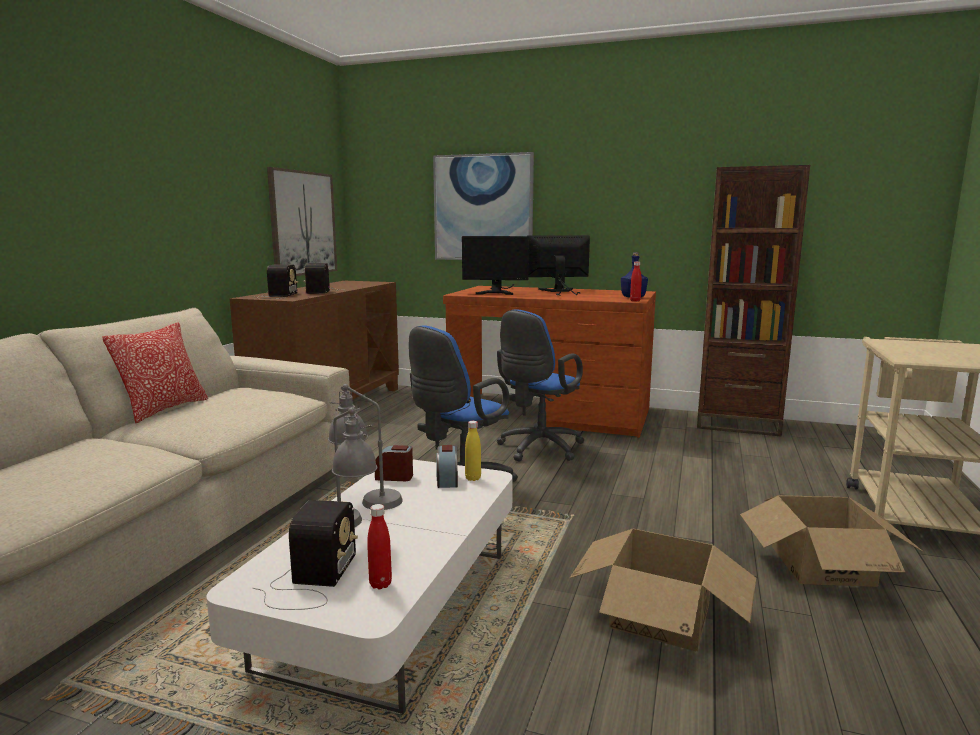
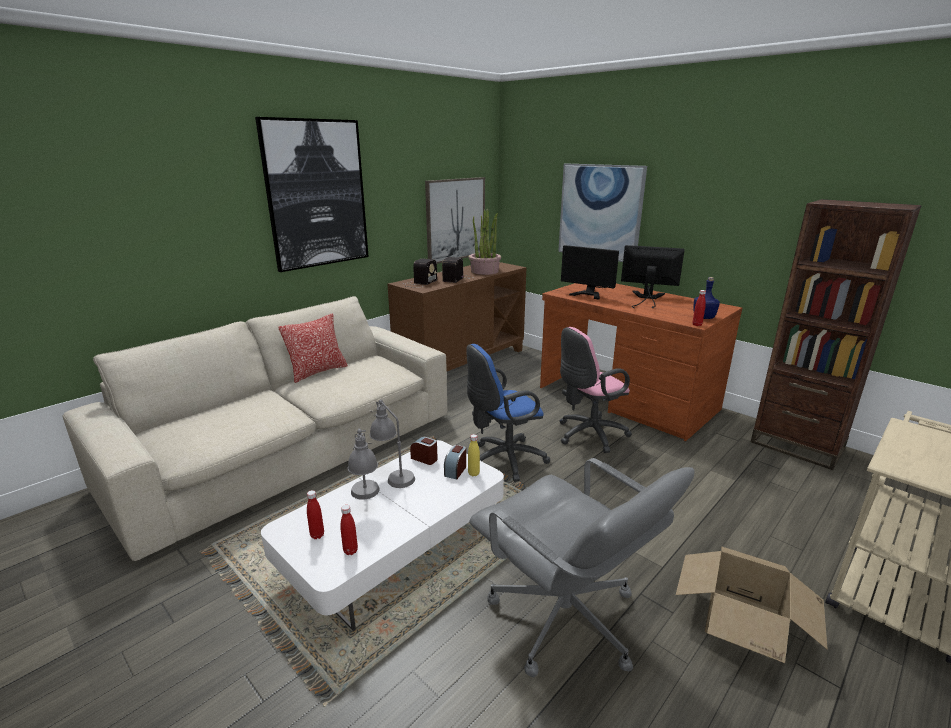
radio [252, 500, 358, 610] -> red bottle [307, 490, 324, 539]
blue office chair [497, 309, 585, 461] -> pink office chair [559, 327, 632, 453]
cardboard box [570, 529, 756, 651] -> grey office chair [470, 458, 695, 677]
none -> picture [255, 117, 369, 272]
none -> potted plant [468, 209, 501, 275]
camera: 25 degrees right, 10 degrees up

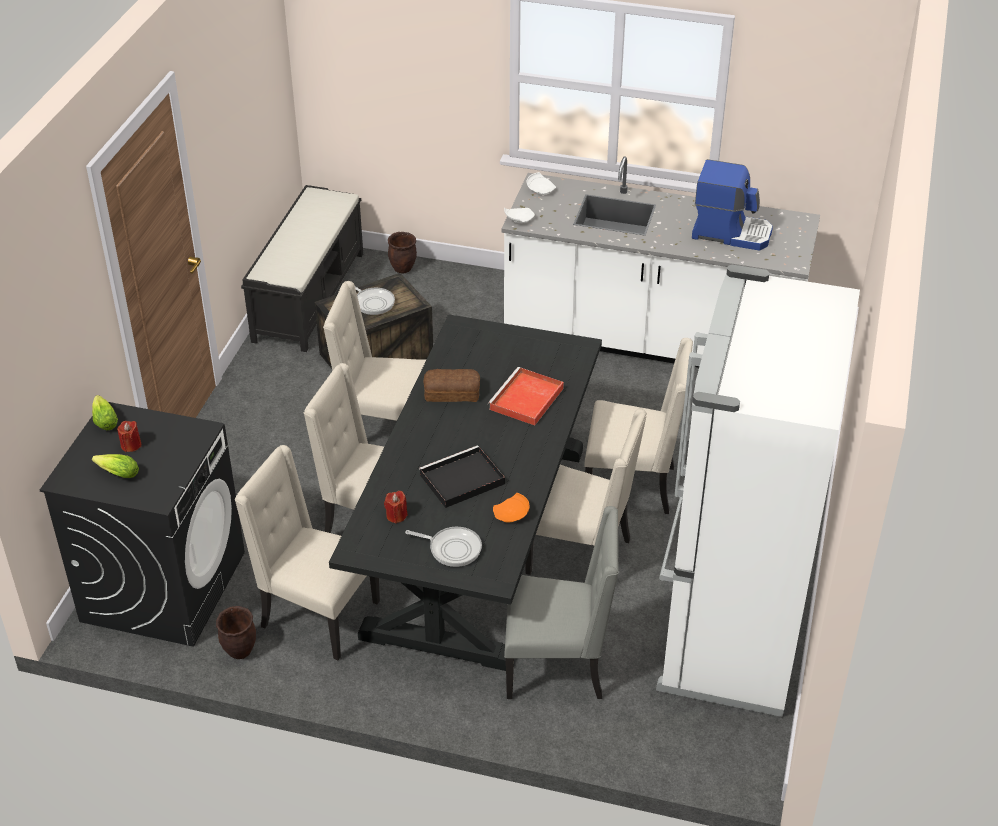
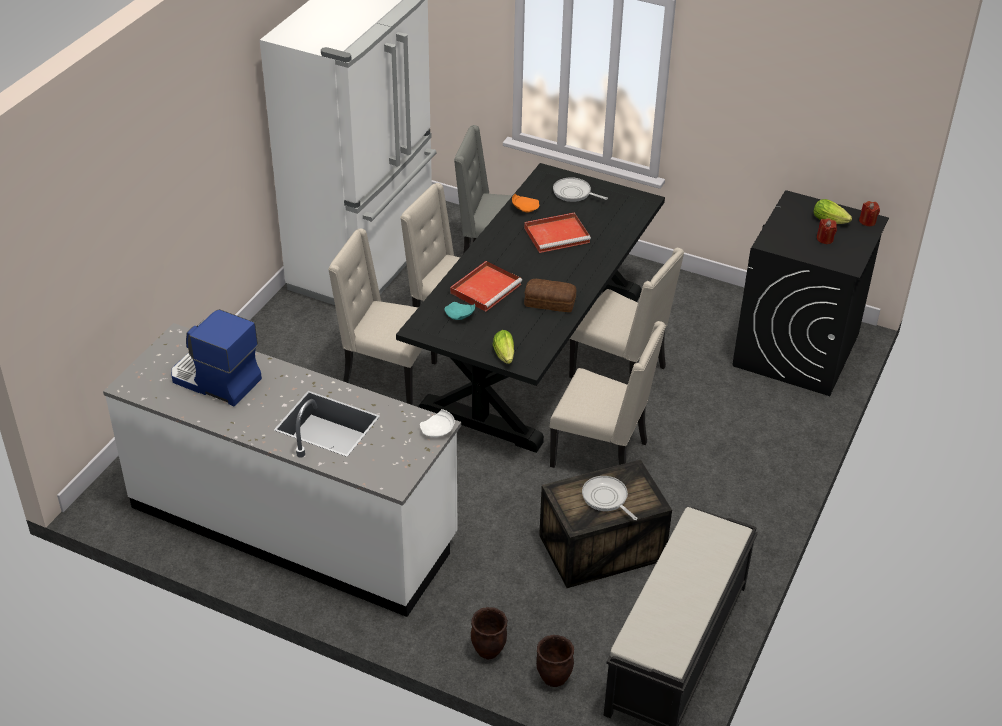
lettuce [92, 395, 118, 430] -> lettuce [493, 330, 514, 364], moved
brown planter [216, 606, 256, 659] -> brown planter [471, 607, 508, 660], moved
beige chair [235, 445, 380, 660] -> none
red candle [384, 491, 407, 524] -> red candle [859, 201, 880, 226], moved
black tray [419, 445, 505, 508] -> red tray [524, 212, 591, 253]
white plate [527, 172, 556, 195] -> none
none -> turquoise plate [445, 302, 475, 320]
camera: 170 degrees left, 0 degrees up

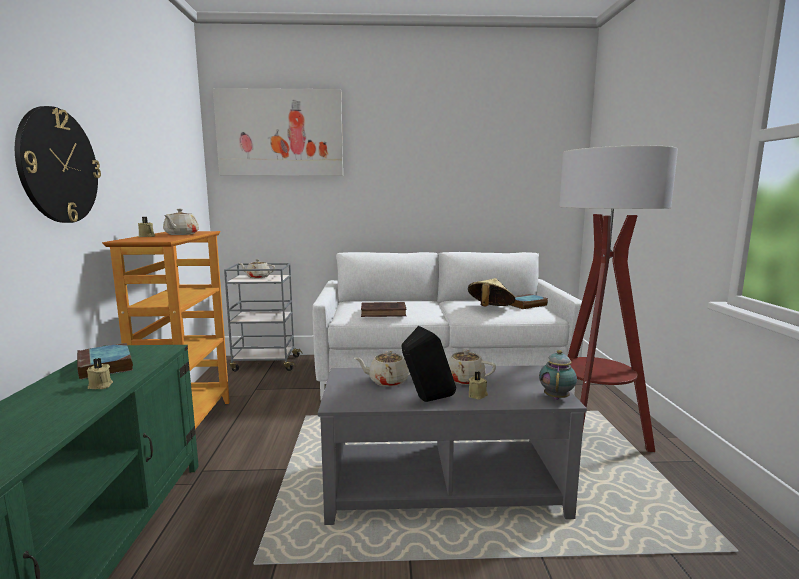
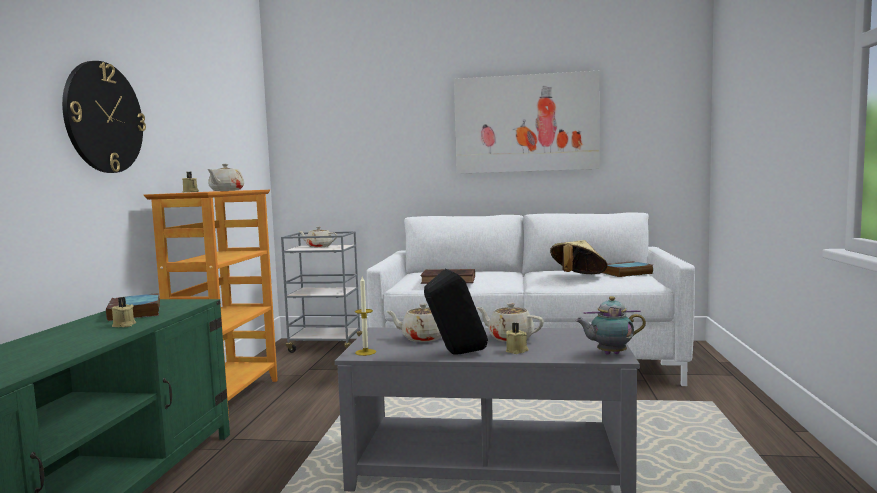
picture [213, 88, 343, 176] -> picture [454, 71, 599, 174], moved
teapot [539, 350, 577, 400] -> teapot [575, 296, 646, 355], 120 degrees counterclockwise
floor lamp [559, 145, 678, 452] -> none
none -> candle [355, 276, 376, 356]
camera: 10 degrees right, 5 degrees down

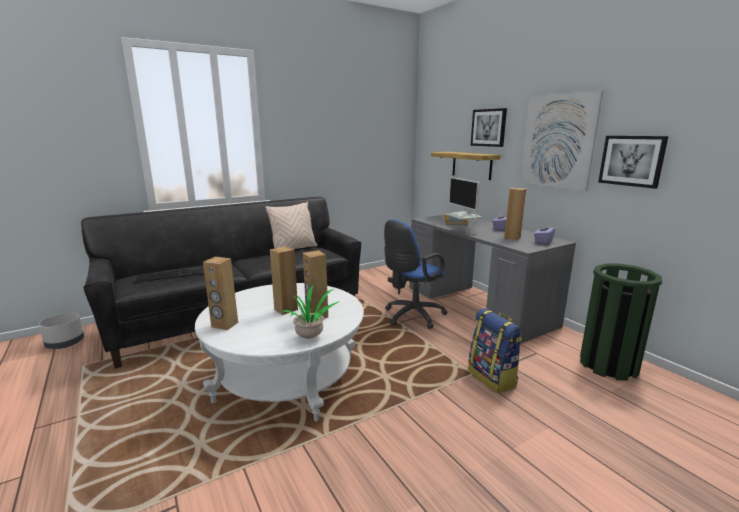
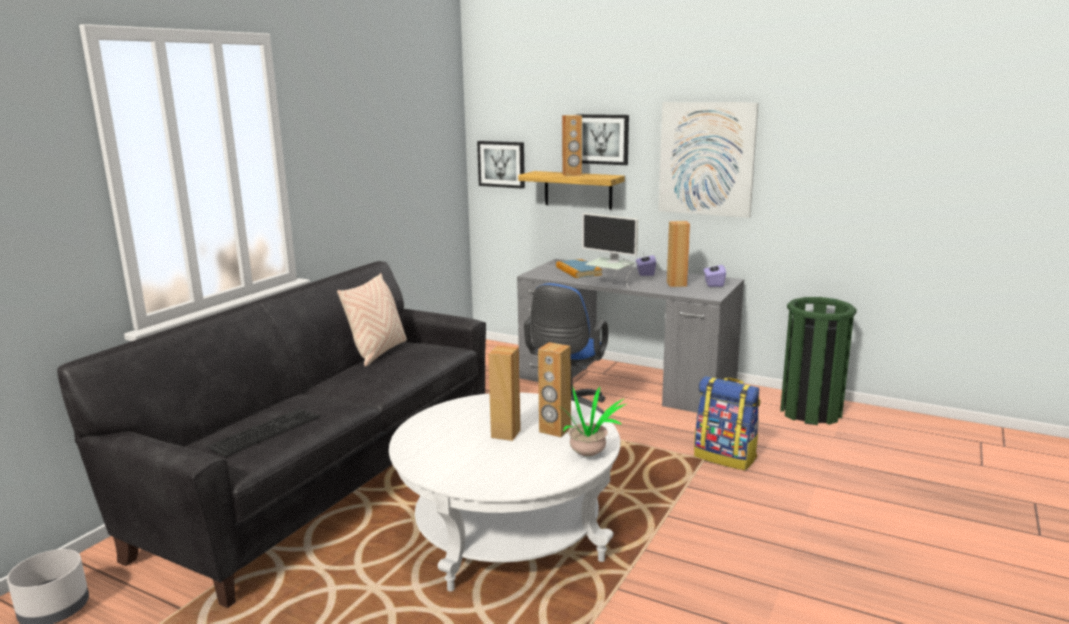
brown speaker [203, 257, 238, 330] -> brown speaker [562, 115, 582, 176], moved
picture [598, 136, 668, 189] -> picture [477, 141, 525, 189], moved
camera: 30 degrees left, 0 degrees up

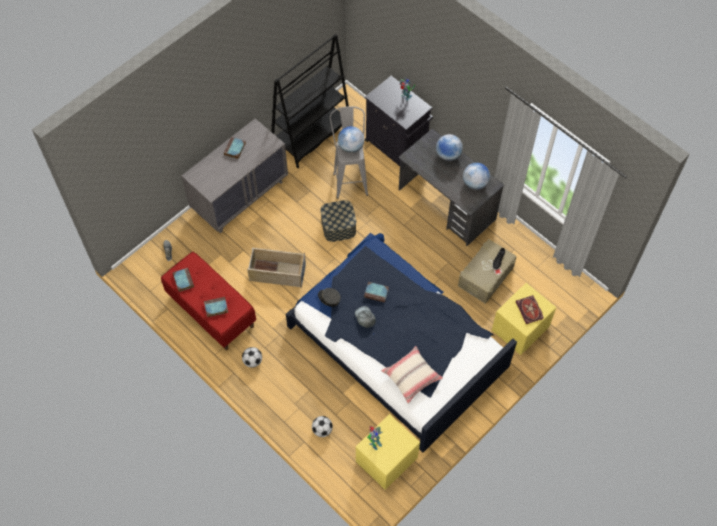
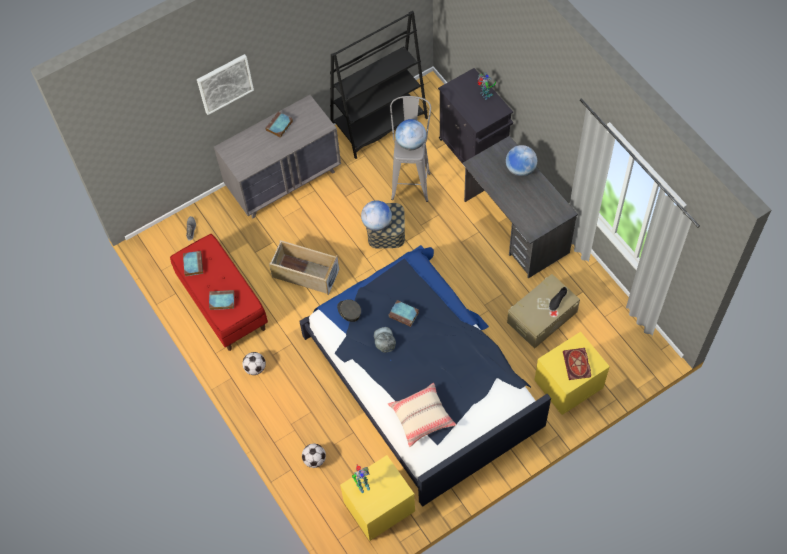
globe [463, 163, 490, 190] -> globe [361, 200, 392, 231], moved
none -> picture [197, 54, 254, 115]
camera: 15 degrees right, 0 degrees up

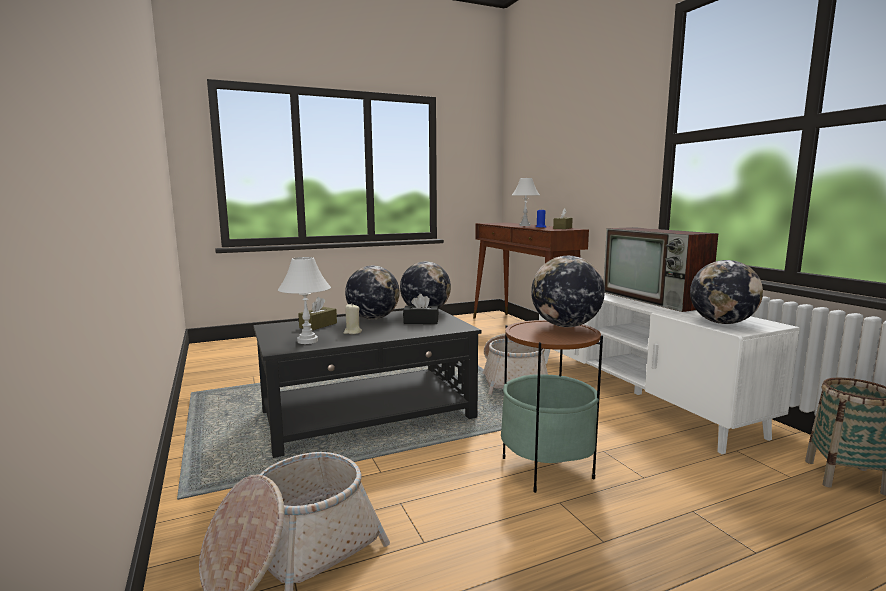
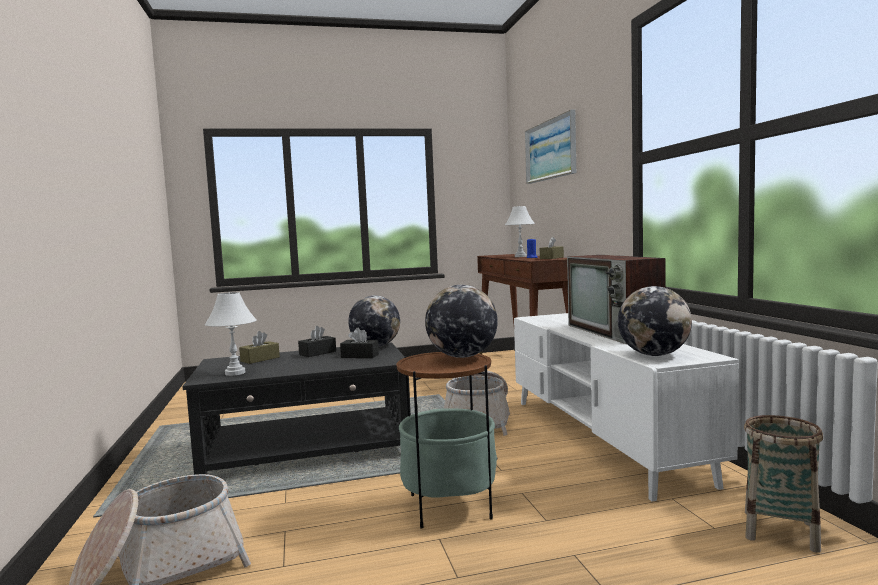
beige candle [344, 304, 362, 334] -> none
globe [345, 266, 399, 320] -> black tissue box [298, 326, 336, 357]
none -> picture [525, 110, 576, 184]
camera: 10 degrees right, 5 degrees down

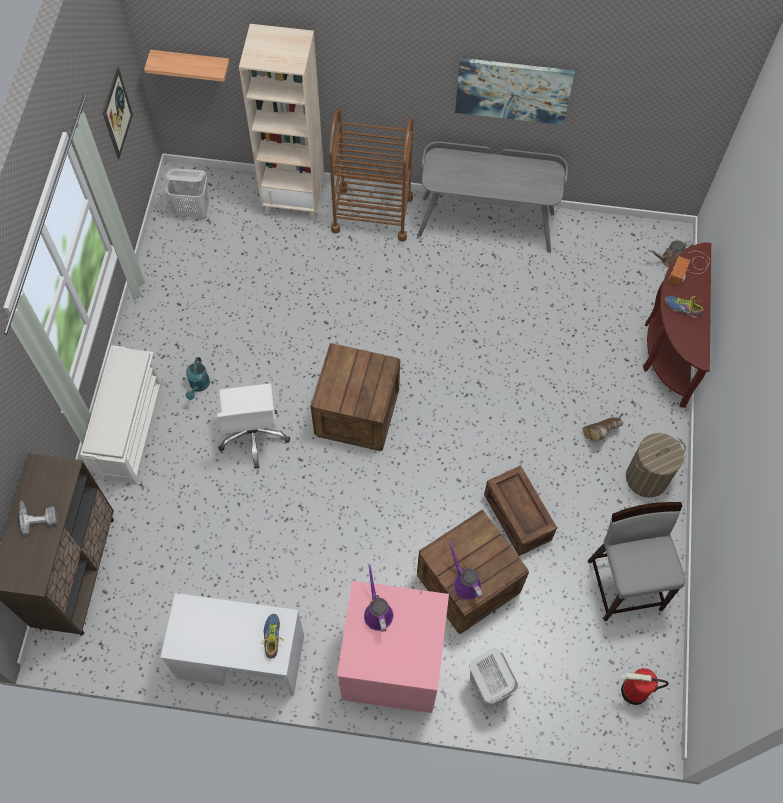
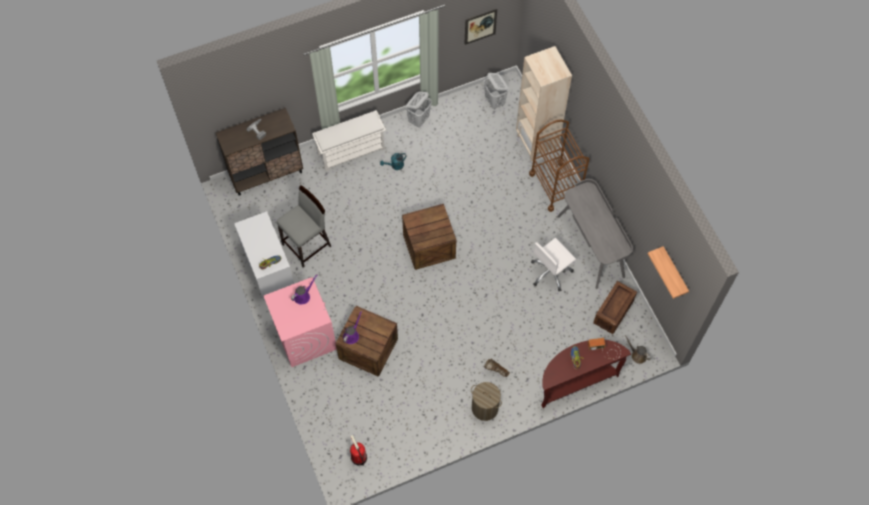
shelf [144, 50, 229, 82] -> shelf [648, 246, 689, 299], moved
white office chair [217, 383, 290, 468] -> white office chair [531, 238, 576, 291], moved
picture [455, 58, 575, 125] -> none
white laundry basket [470, 649, 519, 709] -> white laundry basket [406, 92, 432, 128], moved
crate [484, 465, 557, 556] -> crate [593, 281, 637, 334], moved
grey stool [588, 502, 685, 621] -> grey stool [276, 185, 331, 268], moved
camera: 60 degrees right, 0 degrees up

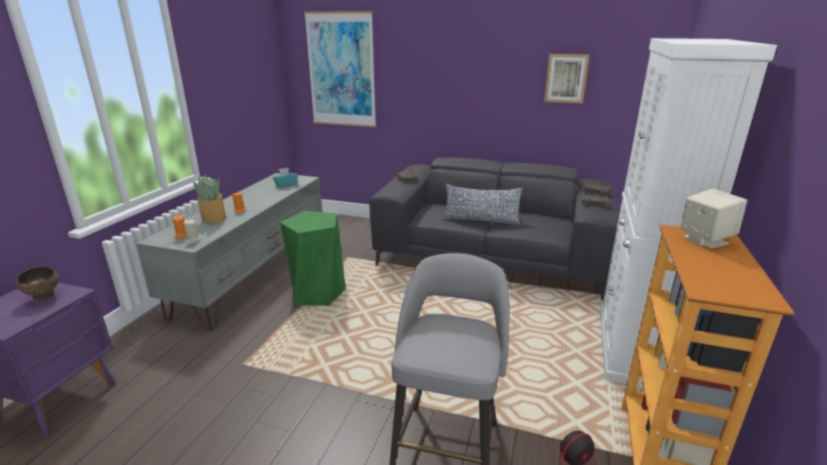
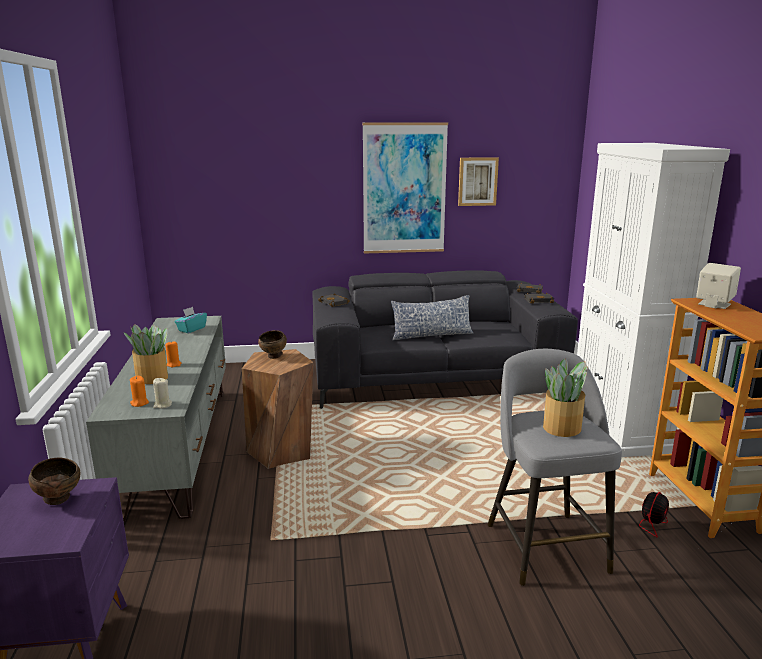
green stool [280, 211, 346, 306] -> brown stool [242, 349, 313, 469]
picture [304, 11, 376, 127] -> picture [363, 122, 448, 254], moved
none -> brown bowl [258, 330, 287, 359]
none -> potted plant [543, 358, 587, 437]
camera: 25 degrees left, 5 degrees down

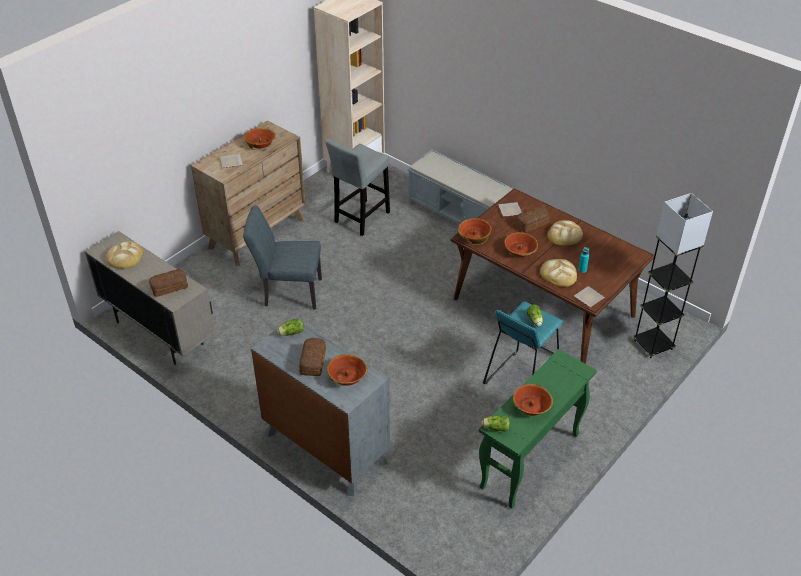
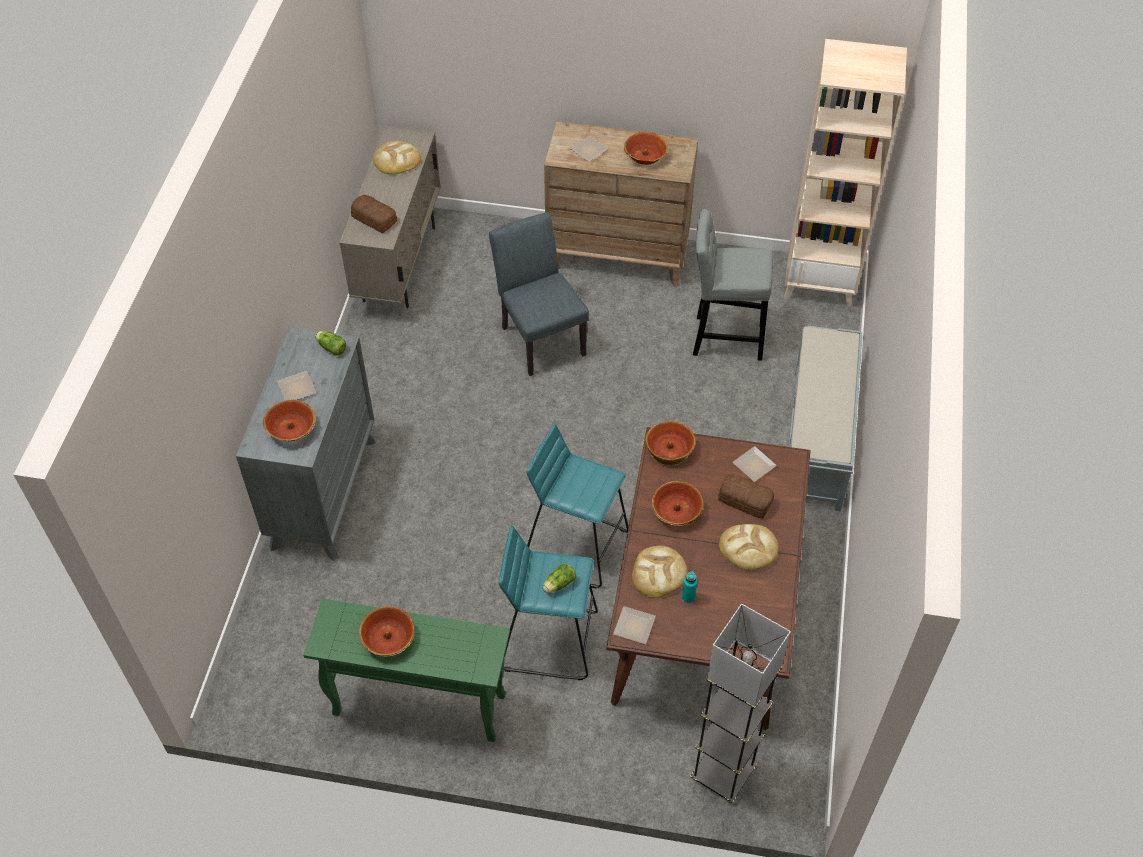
bread [299, 338, 326, 376] -> plate [277, 371, 317, 401]
lettuce [482, 416, 510, 432] -> none
none -> turquoise stool [526, 424, 628, 588]
camera: 60 degrees right, 10 degrees up

